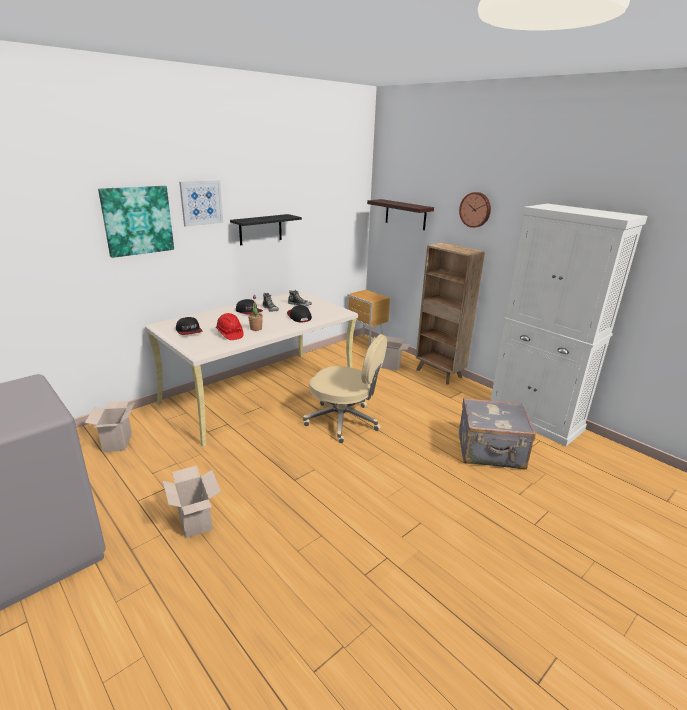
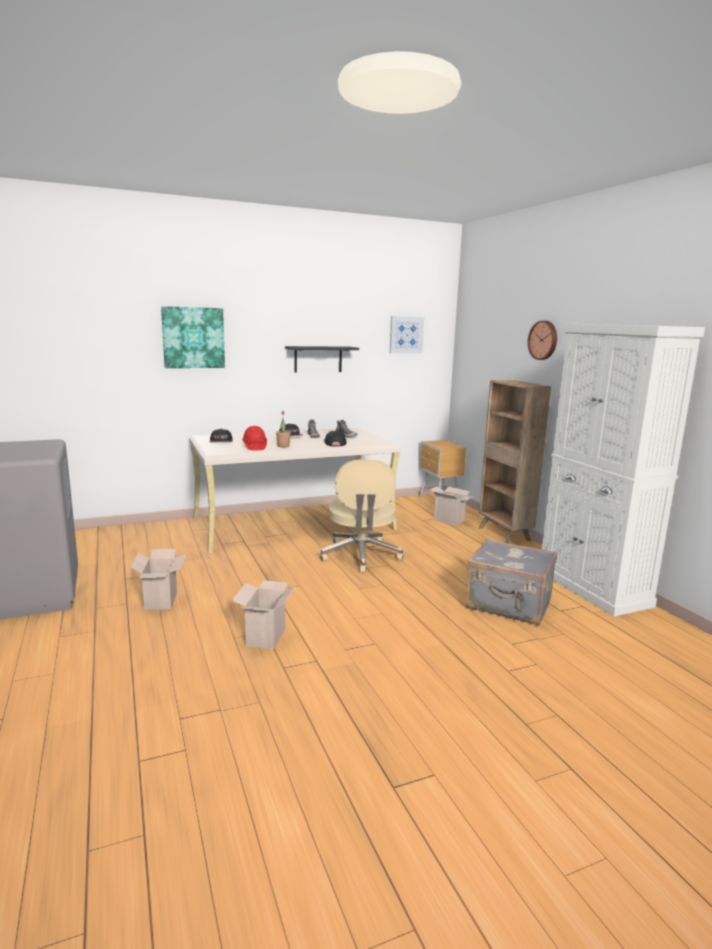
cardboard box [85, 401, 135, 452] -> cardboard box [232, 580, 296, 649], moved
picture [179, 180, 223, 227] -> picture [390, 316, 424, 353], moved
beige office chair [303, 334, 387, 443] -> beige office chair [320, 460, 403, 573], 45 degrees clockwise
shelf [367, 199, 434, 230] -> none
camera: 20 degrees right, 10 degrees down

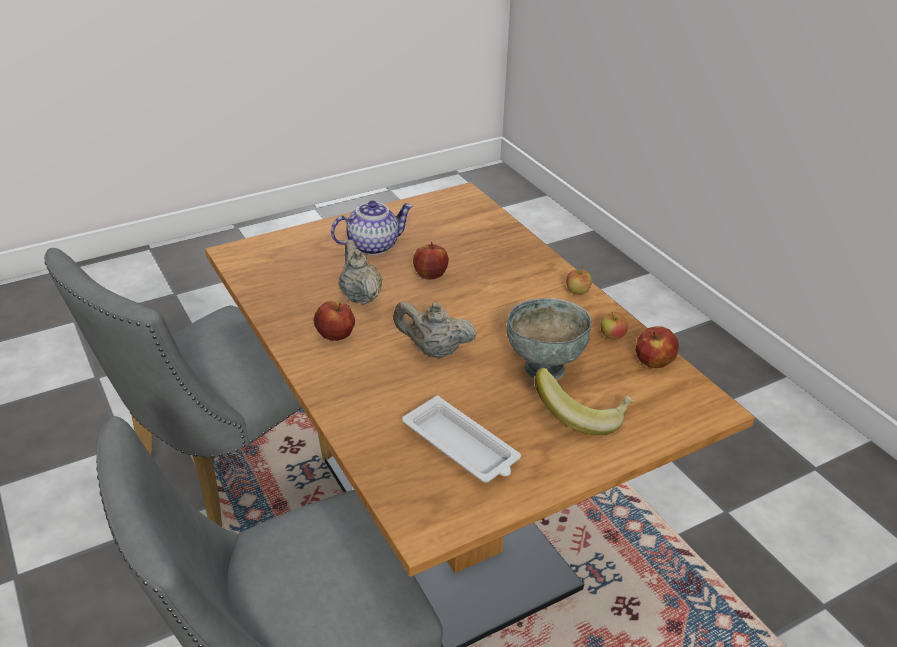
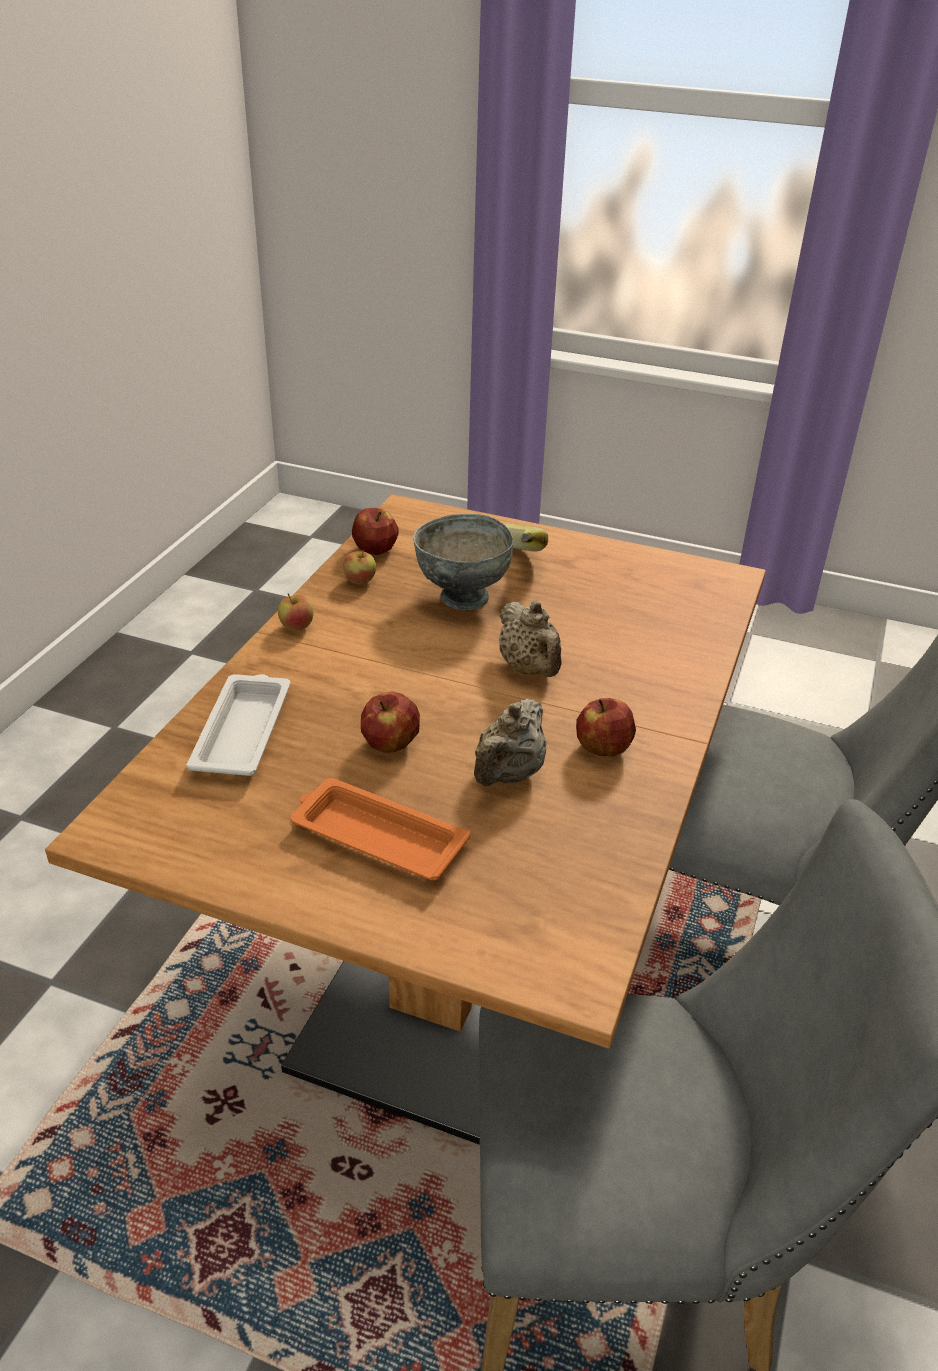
teapot [331, 200, 413, 255] -> orange tray [290, 778, 470, 880]
white tray [402, 396, 521, 482] -> white tray [186, 674, 290, 776], moved
camera: 130 degrees left, 0 degrees up

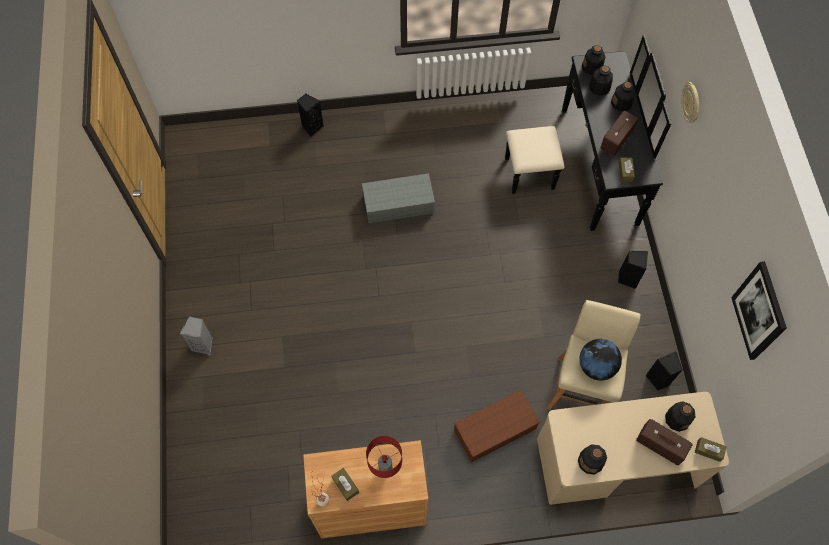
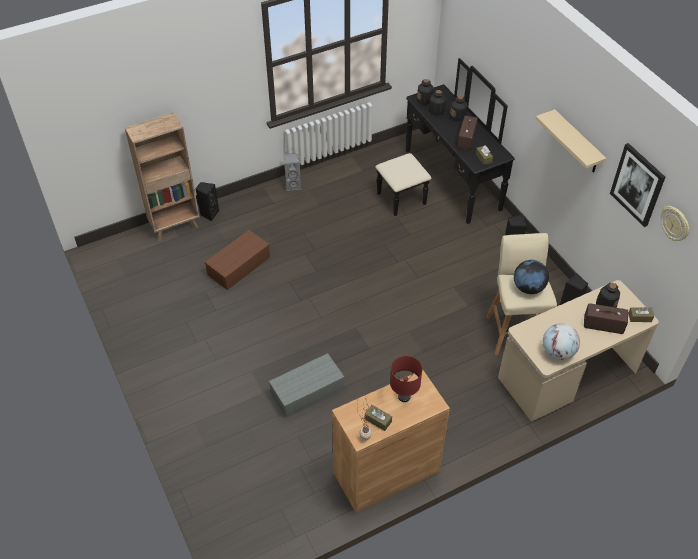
grey speaker [180, 316, 213, 355] -> grey speaker [284, 153, 301, 191], moved
grey storage box [362, 173, 435, 223] -> grey storage box [269, 353, 345, 418], moved
brown storage box [454, 390, 540, 462] -> brown storage box [205, 230, 270, 290], moved
bottle [578, 444, 607, 475] -> globe [543, 323, 580, 360]
wall clock [681, 81, 699, 123] -> wall clock [661, 206, 690, 241], moved
none -> brown bookcase [125, 112, 200, 241]
none -> beige shelf [536, 109, 606, 173]
camera: 20 degrees left, 15 degrees down

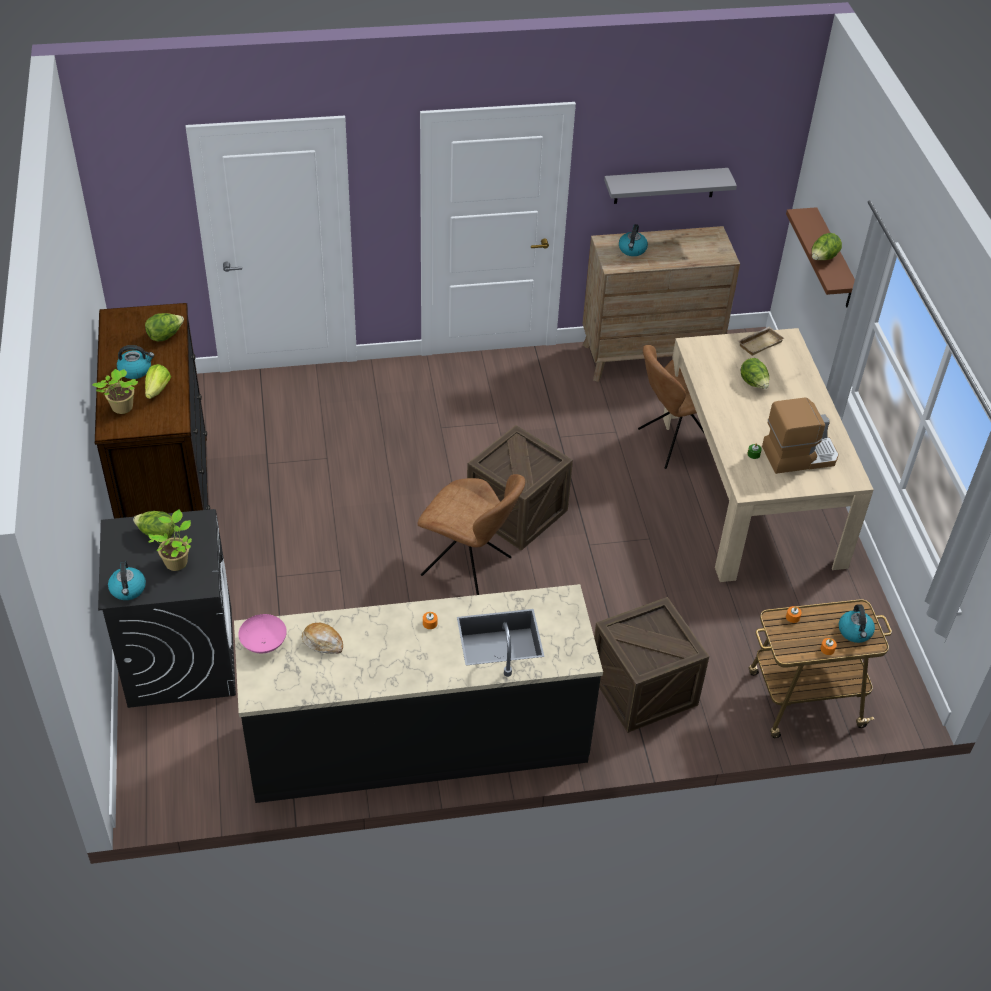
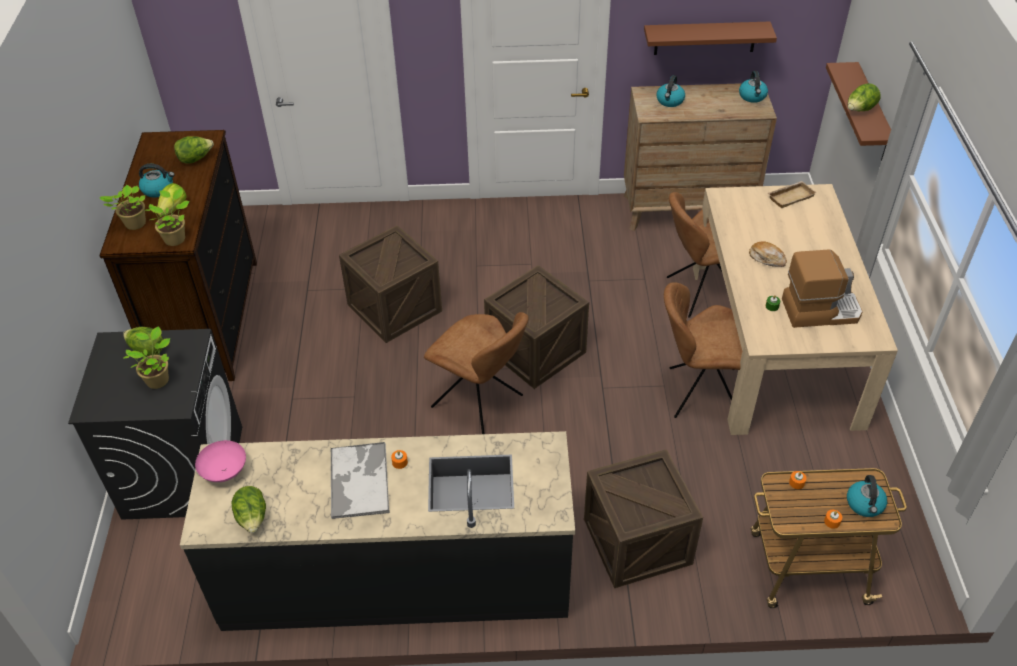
kettle [108, 561, 146, 600] -> kettle [739, 71, 768, 103], moved
bread [302, 623, 343, 654] -> bread [749, 241, 787, 267], moved
grey shelf [604, 168, 737, 204] -> brown shelf [644, 21, 777, 55]
lettuce [741, 358, 769, 389] -> lettuce [231, 486, 266, 533], moved
none -> potted plant [144, 188, 190, 246]
none -> tray [331, 442, 390, 519]
none -> crate [339, 225, 442, 343]
none -> brown chair [664, 282, 743, 418]
camera: 10 degrees right, 0 degrees up

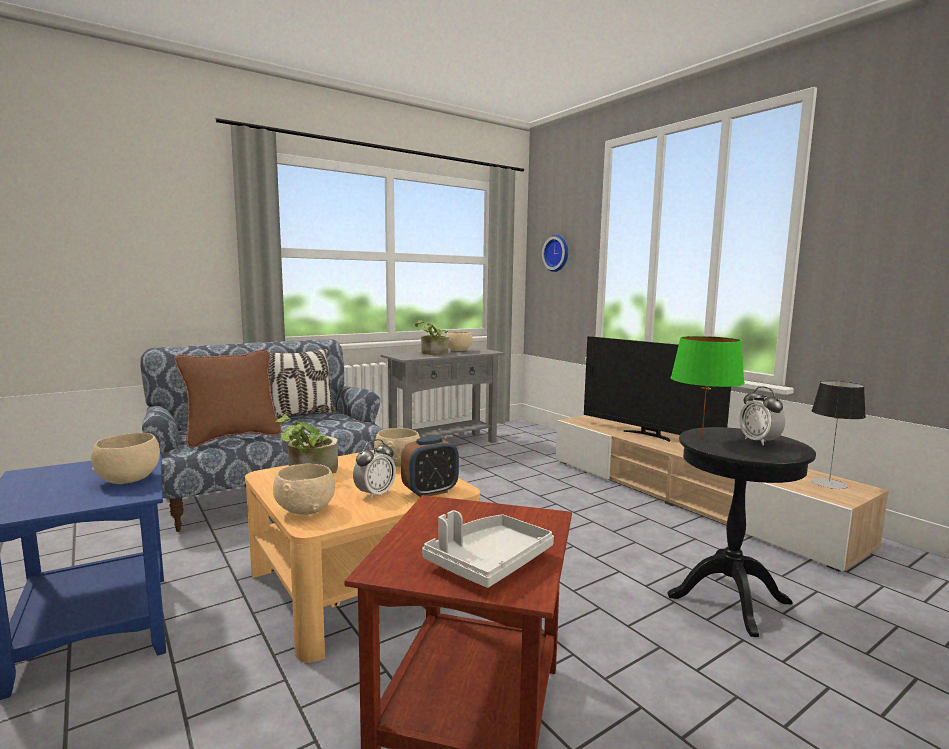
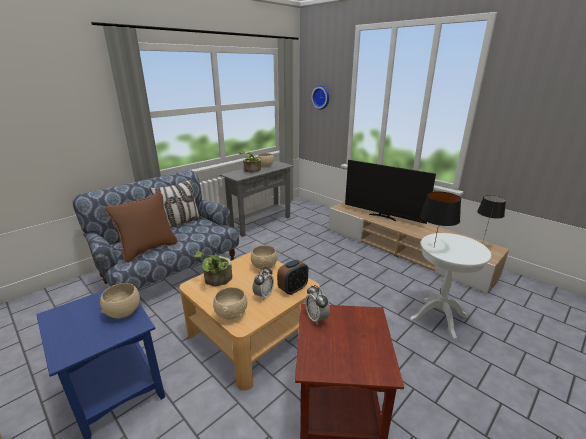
grey tray [422, 510, 554, 588] -> none
black side table [667, 427, 816, 637] -> white side table [410, 233, 491, 340]
green table lamp [671, 336, 745, 440] -> black table lamp [420, 192, 461, 246]
alarm clock [739, 387, 785, 446] -> alarm clock [305, 285, 330, 324], moved
camera: 10 degrees left, 15 degrees up

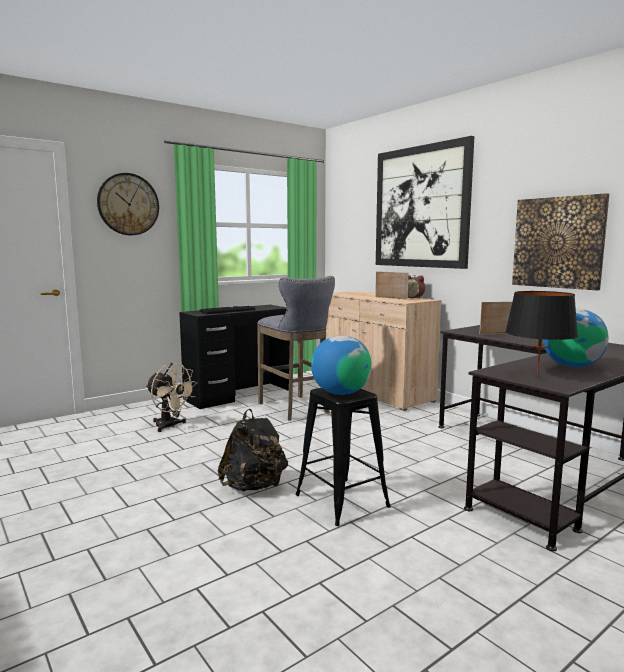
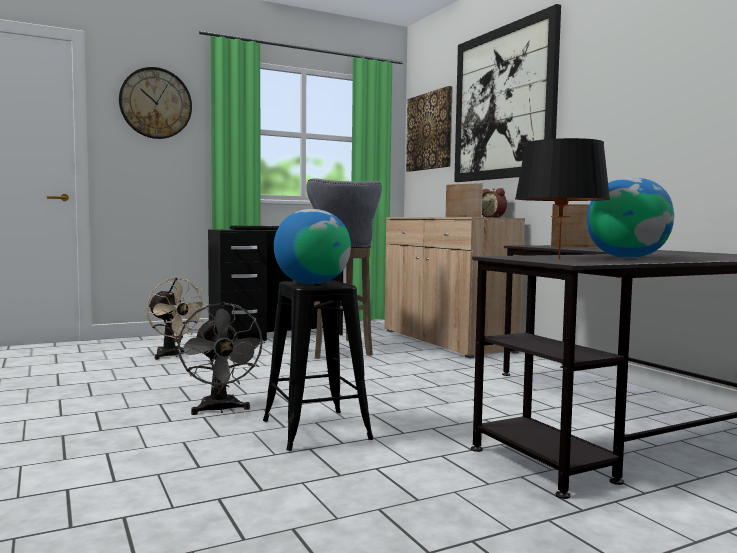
black backpack [218, 409, 288, 491] -> grey fan [178, 302, 265, 415]
picture [512, 193, 609, 290] -> picture [406, 86, 453, 172], moved
camera: 10 degrees right, 5 degrees down

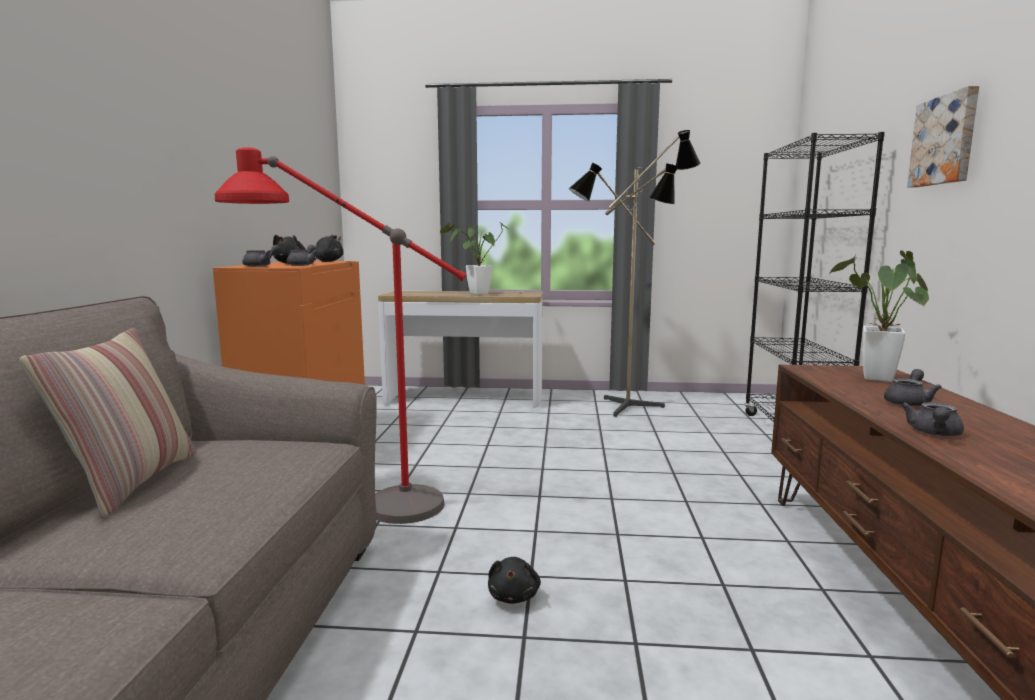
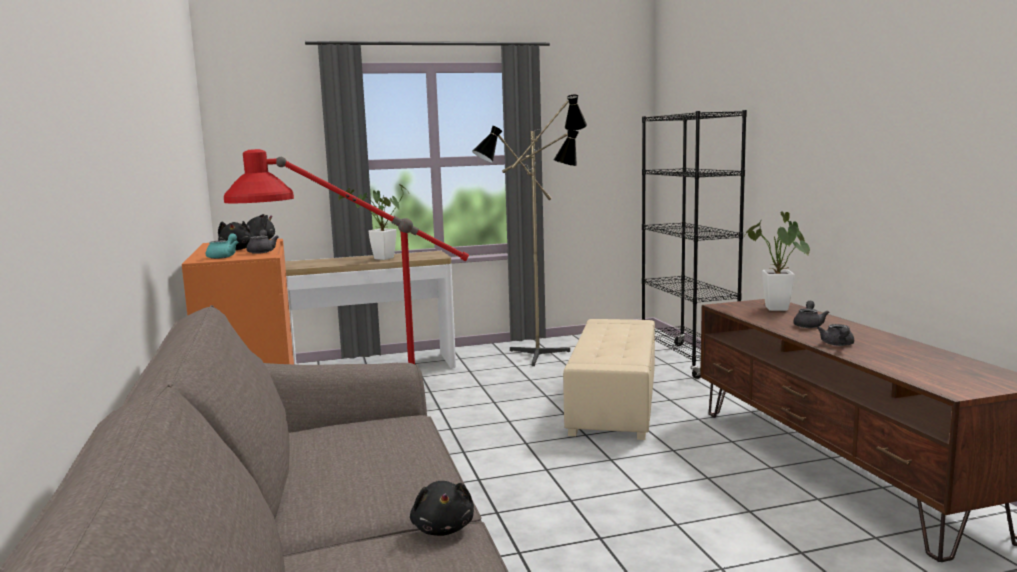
pillow [20, 328, 196, 517] -> none
grey teapot [243, 245, 280, 267] -> turquoise teapot [206, 233, 238, 259]
black plush toy [488, 557, 541, 604] -> black plush toy [410, 481, 474, 536], moved
picture [907, 86, 979, 187] -> none
none -> beige ottoman [563, 319, 655, 440]
camera: 20 degrees left, 0 degrees up

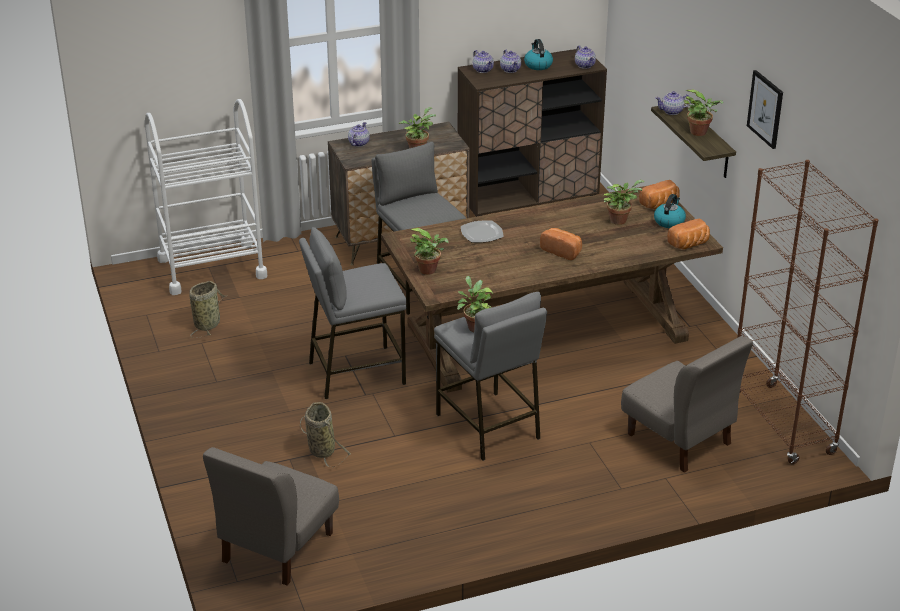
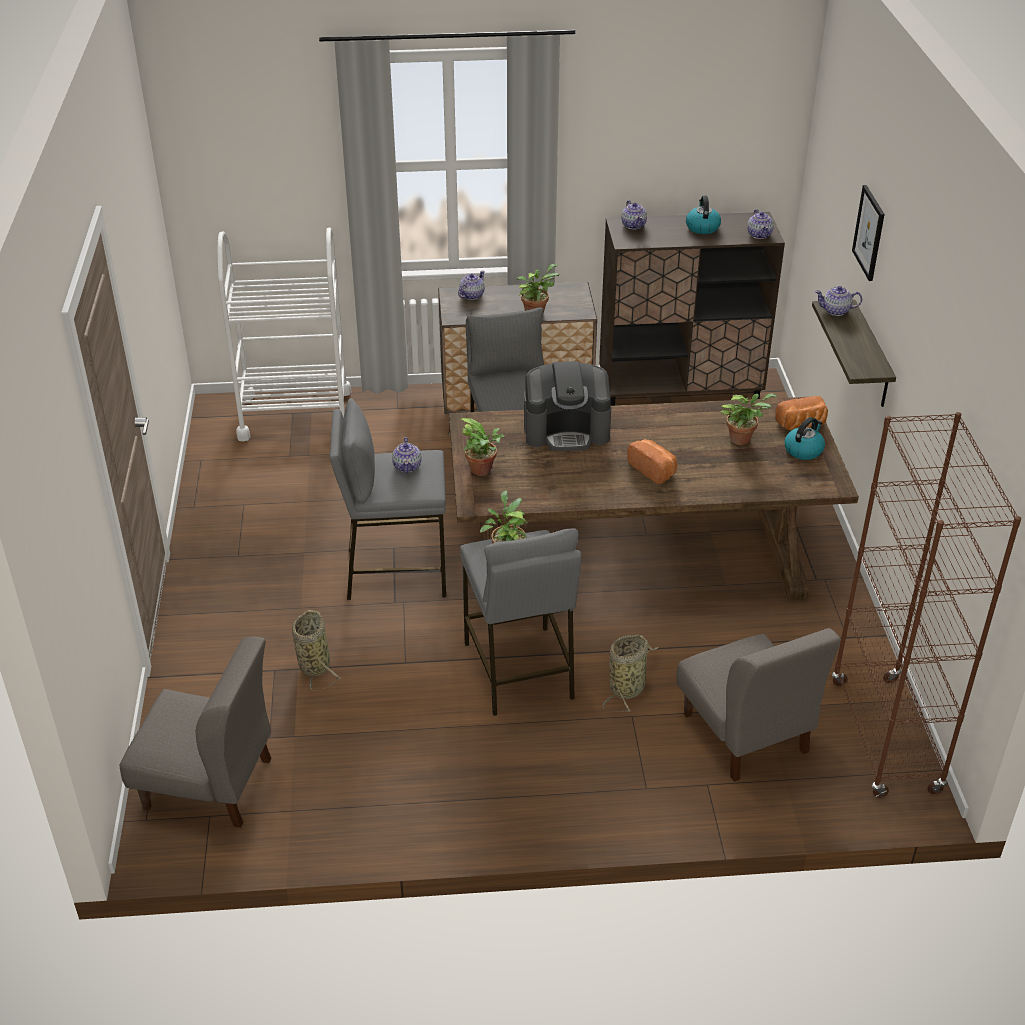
basket [189, 281, 227, 338] -> basket [603, 635, 659, 712], moved
grey chair [203, 447, 339, 585] -> grey chair [120, 637, 272, 828], 120 degrees counterclockwise
plate [461, 220, 504, 243] -> coffee machine [524, 361, 611, 451]
teapot [500, 50, 521, 73] -> teapot [392, 437, 422, 473], moved
bread [667, 218, 710, 250] -> none
potted plant [684, 89, 723, 136] -> none
picture [747, 70, 783, 149] -> picture [852, 185, 884, 281], moved
camera: 15 degrees right, 5 degrees up

